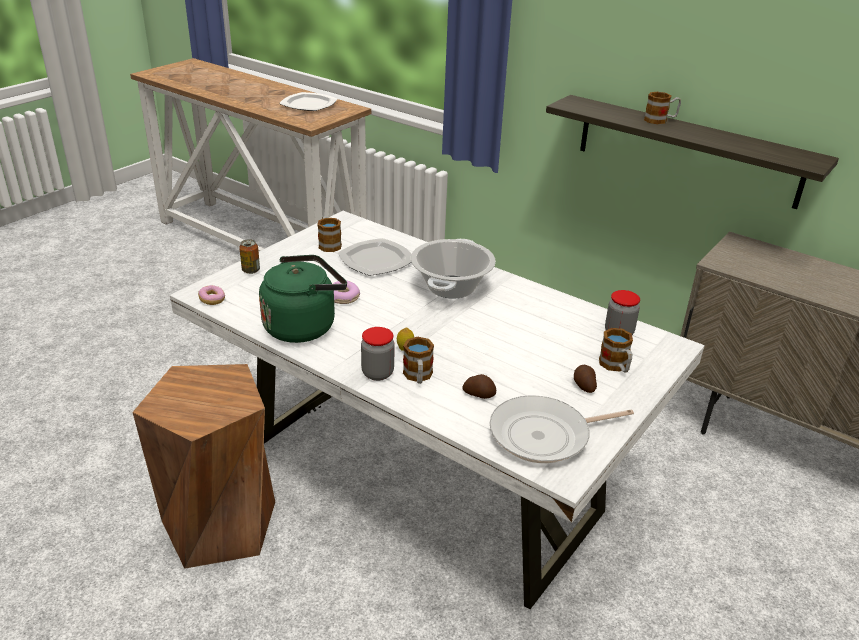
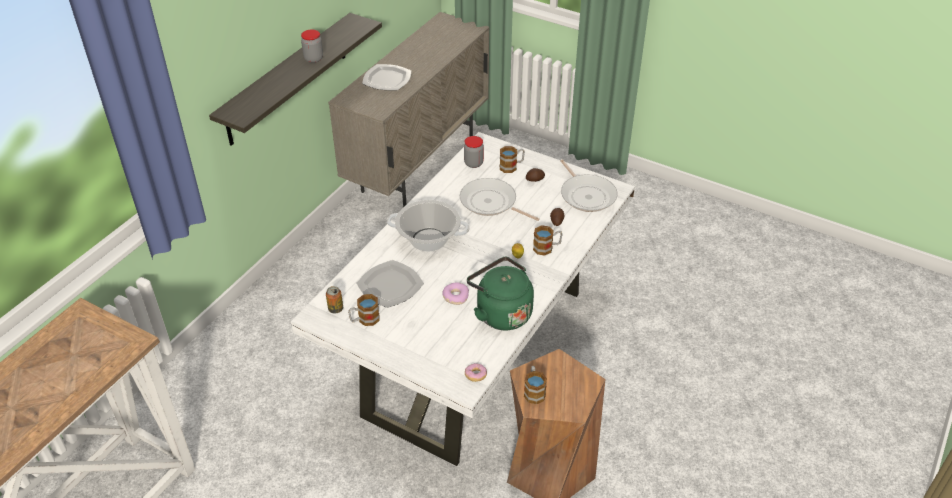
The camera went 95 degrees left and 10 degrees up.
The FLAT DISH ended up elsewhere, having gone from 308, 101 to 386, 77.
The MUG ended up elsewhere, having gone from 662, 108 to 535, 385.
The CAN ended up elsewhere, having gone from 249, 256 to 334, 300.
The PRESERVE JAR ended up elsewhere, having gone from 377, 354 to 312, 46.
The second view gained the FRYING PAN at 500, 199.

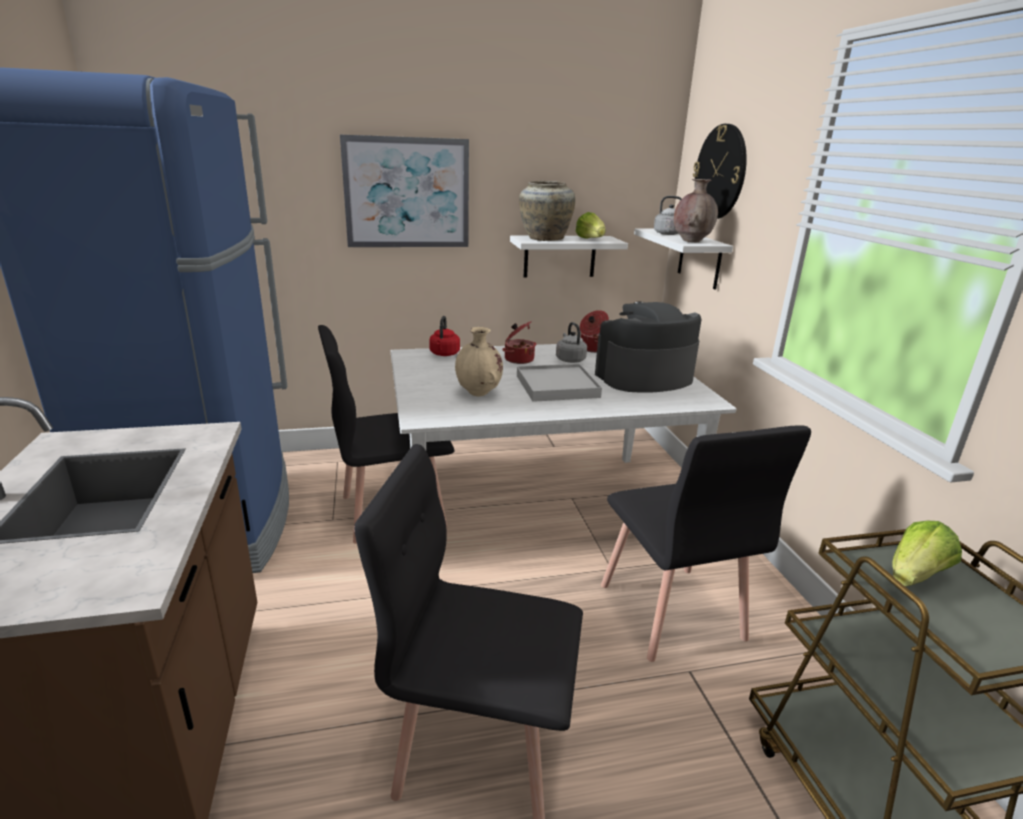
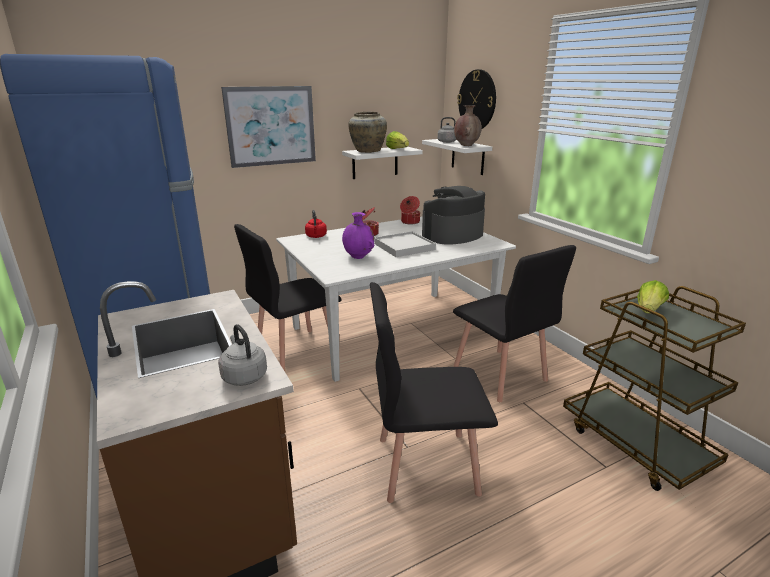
The camera went 15 degrees left and 0 degrees up.
The GRAY WATER KETTLE ended up elsewhere, having gone from 571, 342 to 242, 355.
What was the SAND-COLOURED FLOWER VASE at 479, 362 turned into the PURPLISH FLOWER VASE at 358, 235.

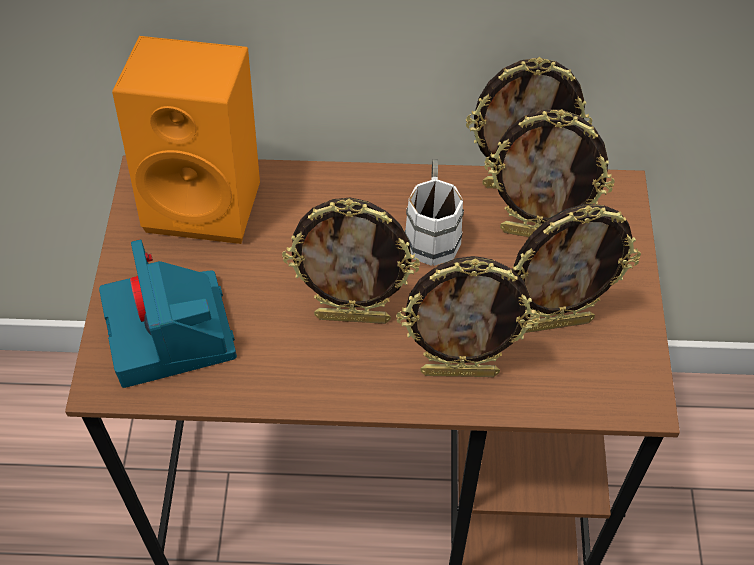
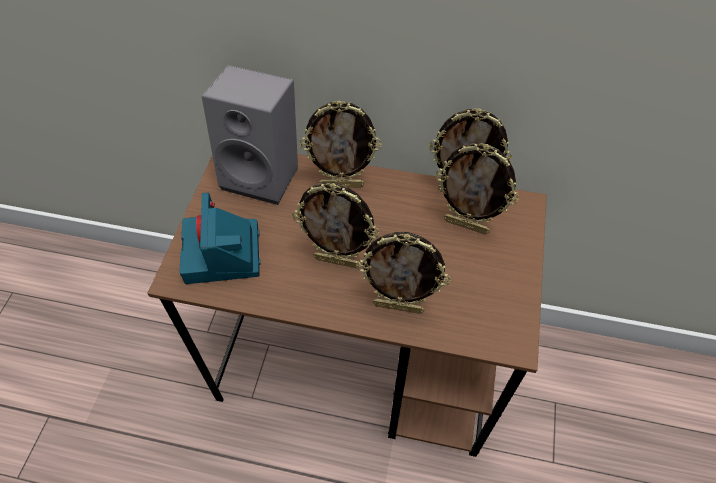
The camera went 10 degrees right and 0 degrees up.
What was the ORANGE-COLOURED AUDIO SPEAKER at 186, 140 turned into the GRAY AUDIO SPEAKER at 250, 135.
The second view lost the WHITE-COLOURED MUG at 434, 213.
The PICTURE FRAME ended up elsewhere, having gone from 576, 268 to 341, 143.

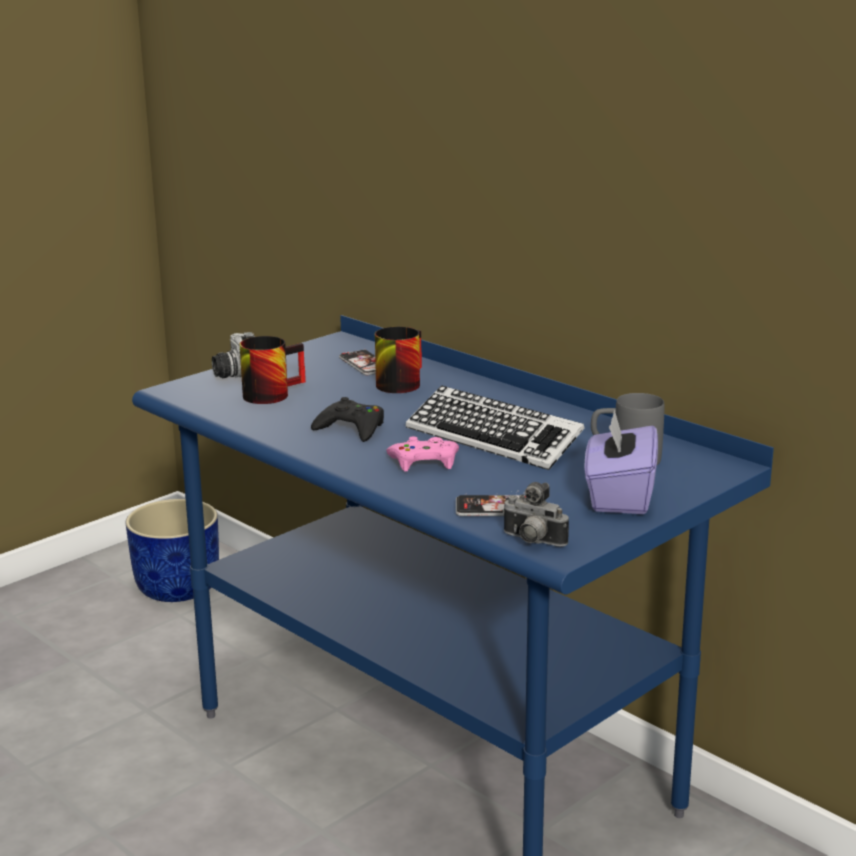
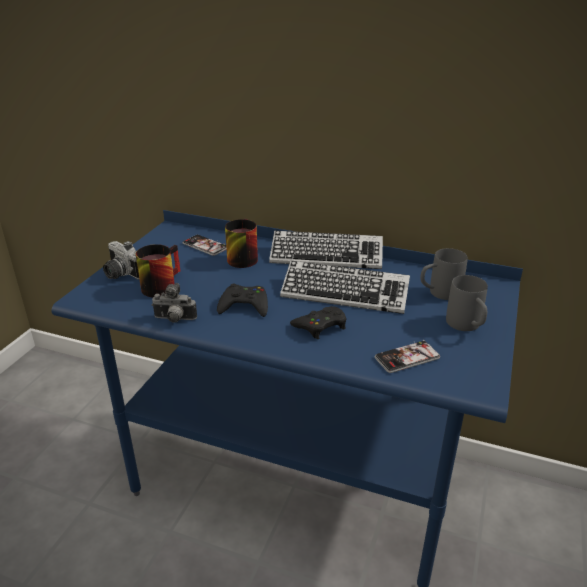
The camera went 25 degrees left and 10 degrees up.
Where the PURPLISH TISSUE BOX stood at 621, 462, the GRAY MUG came to stand at 467, 303.
What was the PINKISH JOYPAD at 422, 454 turned into the BLACK JOYPAD at 318, 322.
The PHOTO CAMERA ended up elsewhere, having gone from 535, 514 to 174, 303.
The second view lost the BLUISH PLANTER at 172, 550.
The second view gained the PC KEYBOARD at 326, 250.

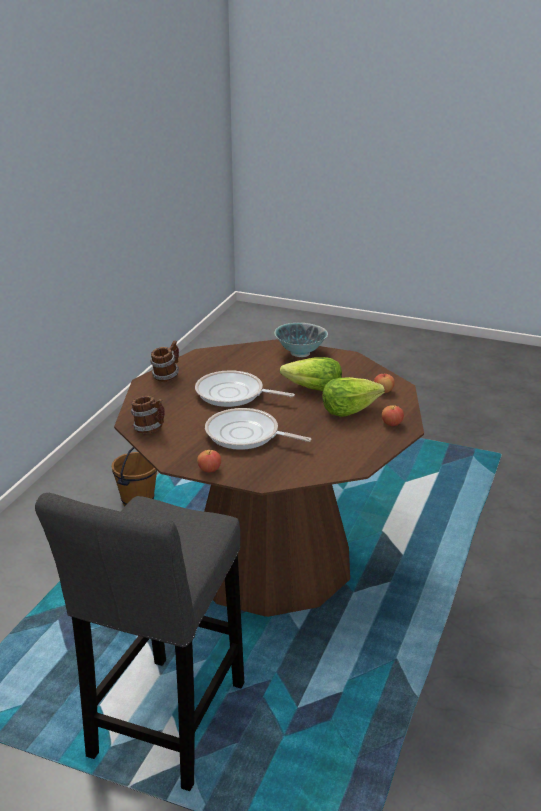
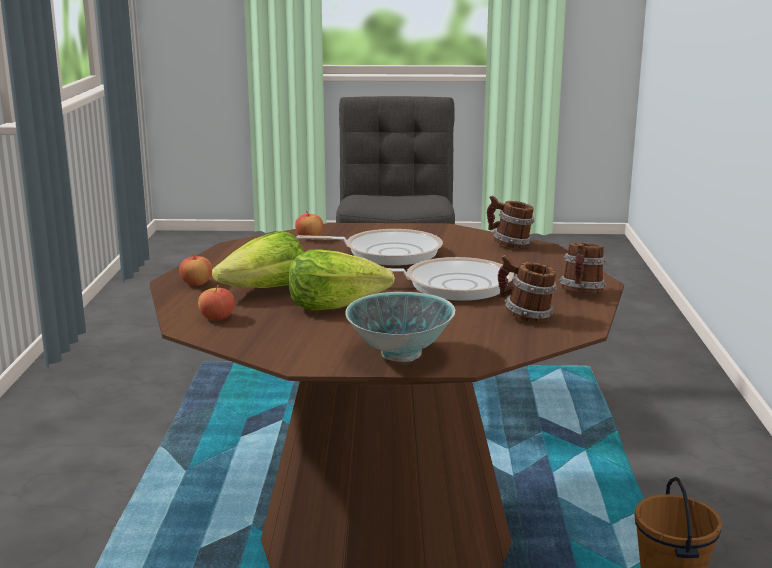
The camera went 160 degrees right and 10 degrees down.
The WHOLE APPLE ended up elsewhere, having gone from 209, 461 to 309, 223.
The second view gained the MUG at 527, 289.

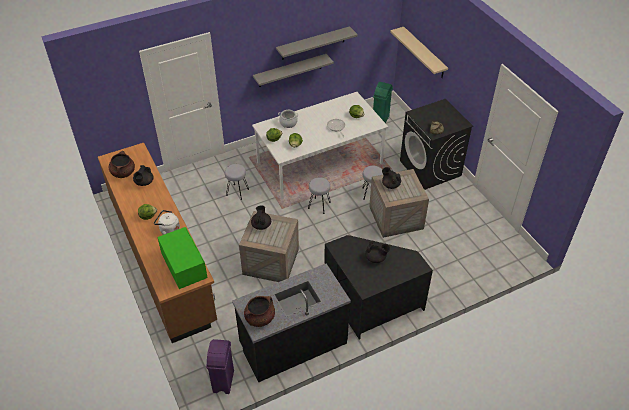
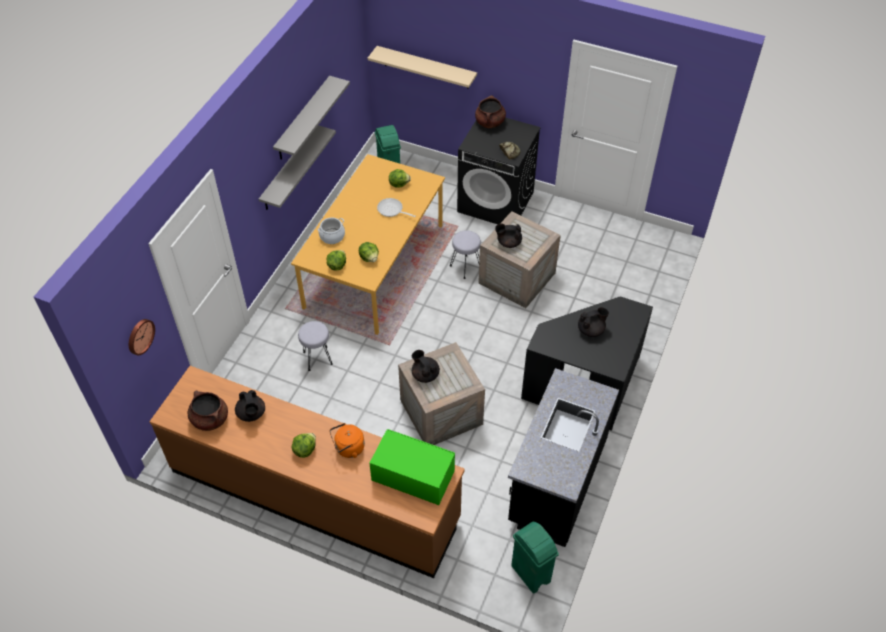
The camera went 40 degrees left and 5 degrees up.
What was the WHITE-COLOURED KITCHEN TABLE at 320, 146 turned into the ORANGE-COLOURED KITCHEN TABLE at 368, 244.
The second view lost the GRAY SITTING STOOL at 319, 195.
What was the WHITE-COLOURED WATER KETTLE at 167, 222 turned into the ORANGE-COLOURED WATER KETTLE at 347, 440.
The BROWN COOKING POT ended up elsewhere, having gone from 259, 311 to 490, 111.
What was the PURPLISH TRASH CAN at 220, 366 turned into the GREEN-COLOURED TRASH CAN at 535, 558.
The second view gained the HANGING CLOCK at 142, 337.

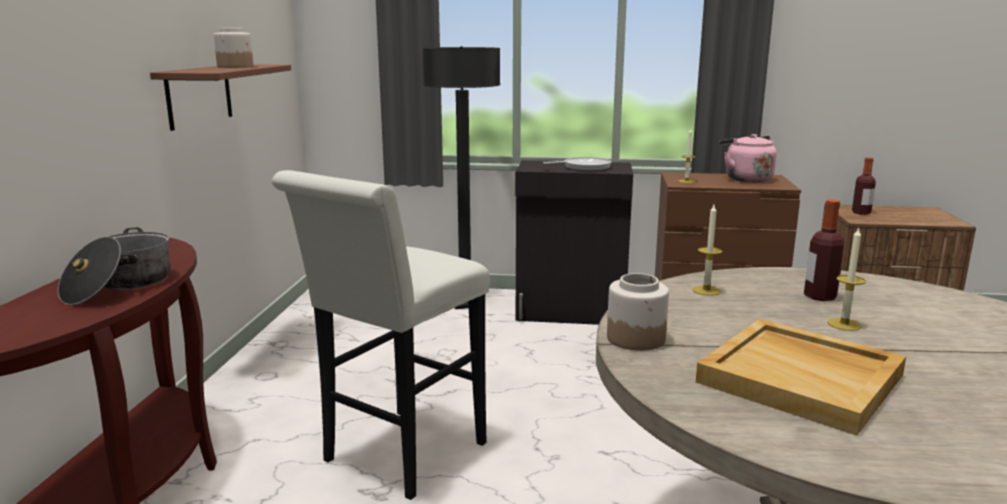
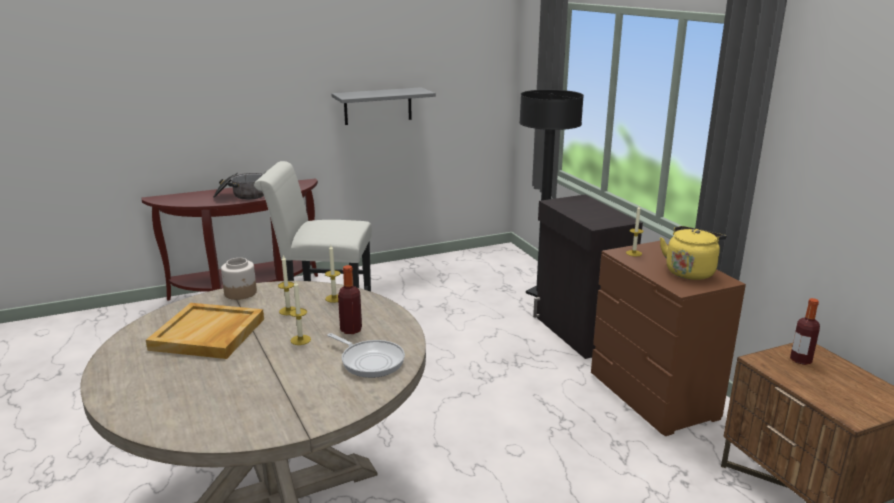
The camera went 60 degrees right and 5 degrees up.
The second view lost the PRESERVE JAR at 233, 48.
What was the BROWN BRACKET SHELF at 220, 97 turned into the GRAY BRACKET SHELF at 384, 106.
What was the PINKISH WATER KETTLE at 748, 158 turned into the YELLOW WATER KETTLE at 693, 253.
The FRYING PAN ended up elsewhere, having gone from 577, 164 to 366, 355.
The second view gained the WAX LIGHT at 287, 285.

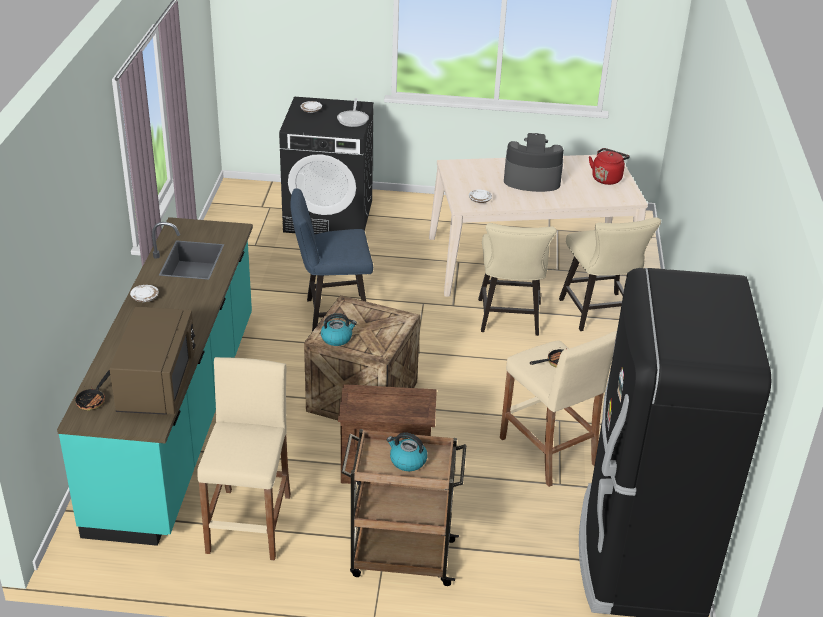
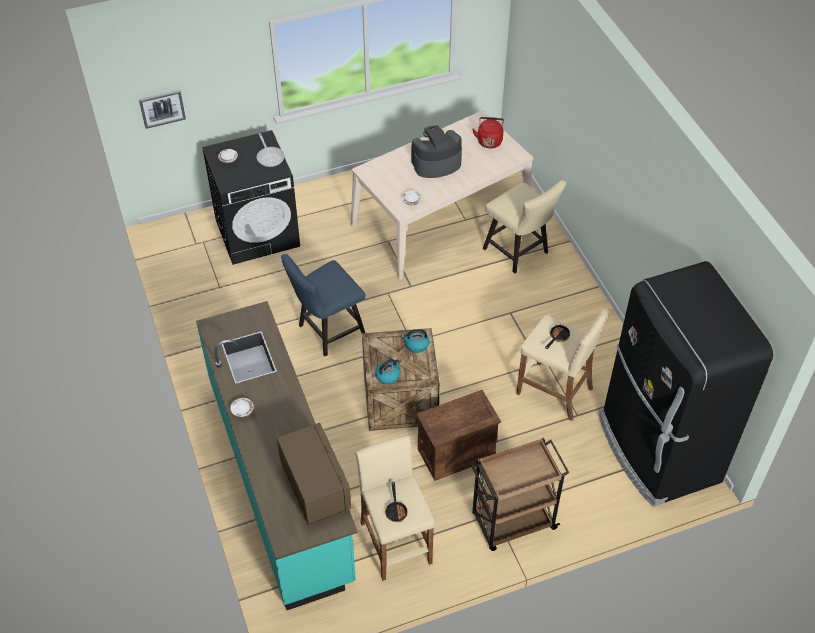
The camera went 25 degrees left and 15 degrees up.
The second view lost the SAND-COLOURED UPRIGHT CHAIR at 517, 279.
The FRYING PAN ended up elsewhere, having gone from 92, 390 to 396, 502.
The WATER KETTLE ended up elsewhere, having gone from 407, 452 to 415, 341.
The second view gained the WALL ART at 162, 109.

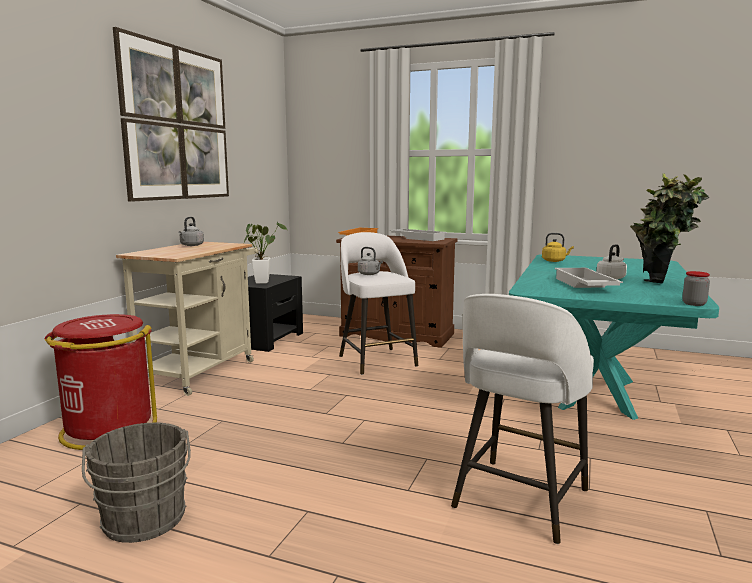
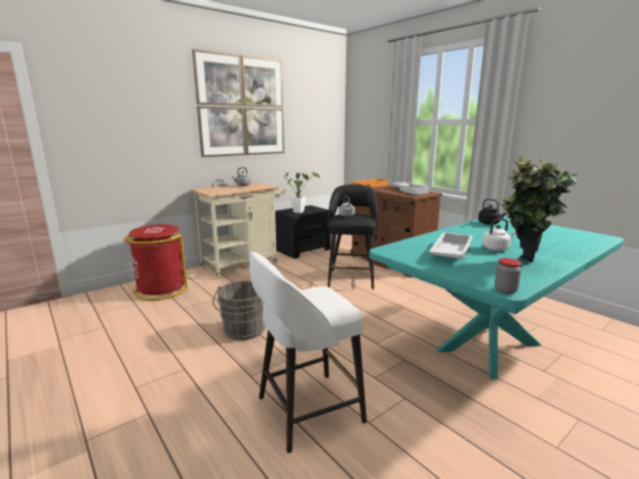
The camera went 30 degrees right and 5 degrees up.
What was the WHITE-COLOURED SITTING STOOL at 378, 303 turned into the BLACK SITTING STOOL at 352, 236.
What was the YELLOW WATER KETTLE at 558, 247 turned into the BLACK WATER KETTLE at 492, 212.
The GRAY BUCKET ended up elsewhere, having gone from 136, 483 to 238, 310.

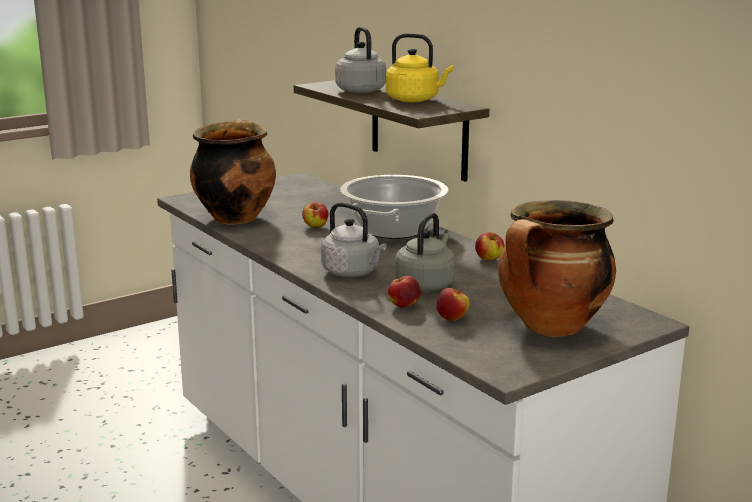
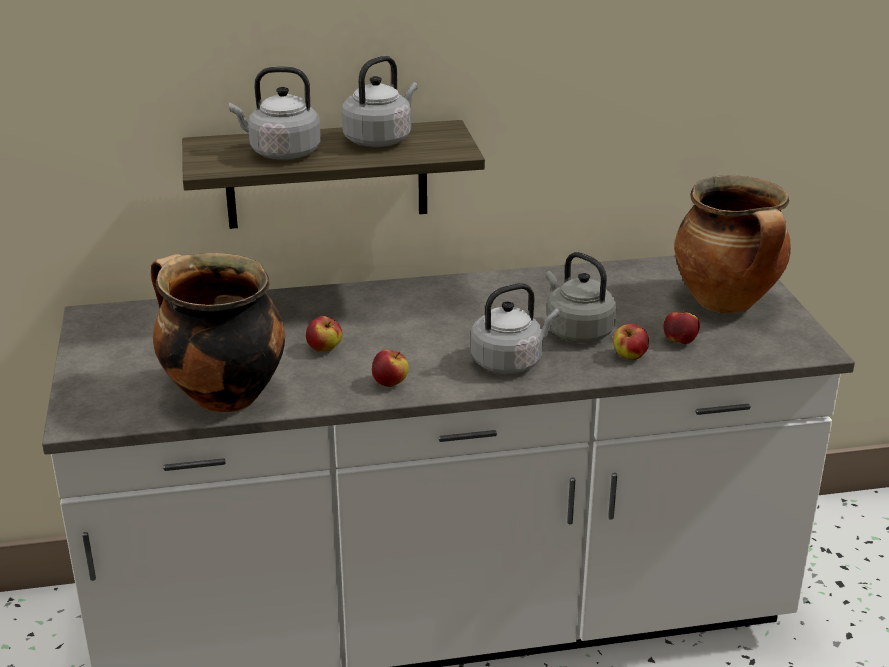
The camera went 65 degrees left and 10 degrees up.
What was the YELLOW WATER KETTLE at 419, 67 turned into the GRAY WATER KETTLE at 380, 101.
The second view lost the COOKING POT at 394, 207.
The WHOLE APPLE ended up elsewhere, having gone from 489, 246 to 390, 368.

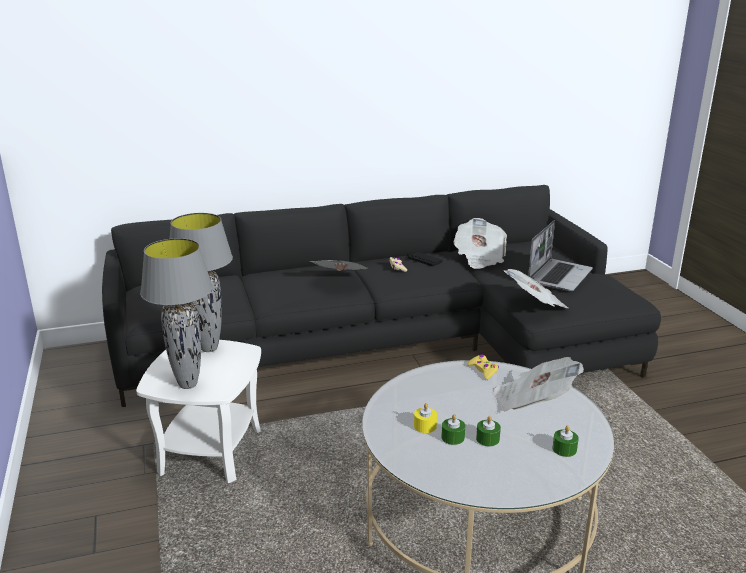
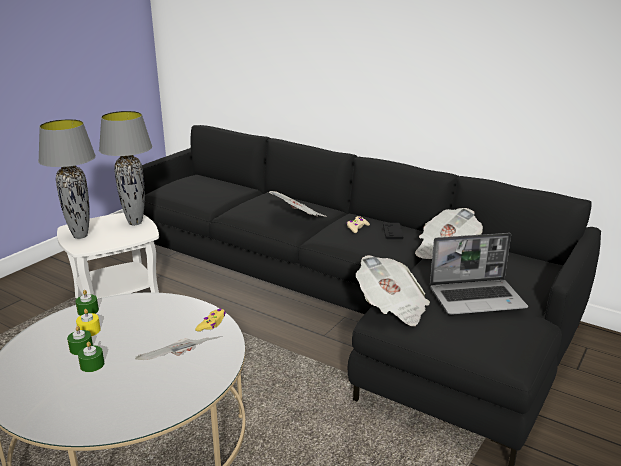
The camera went 50 degrees right and 0 degrees up.
The GREEN-COLOURED WAX LIGHT ended up elsewhere, having gone from 566, 441 to 87, 303.

